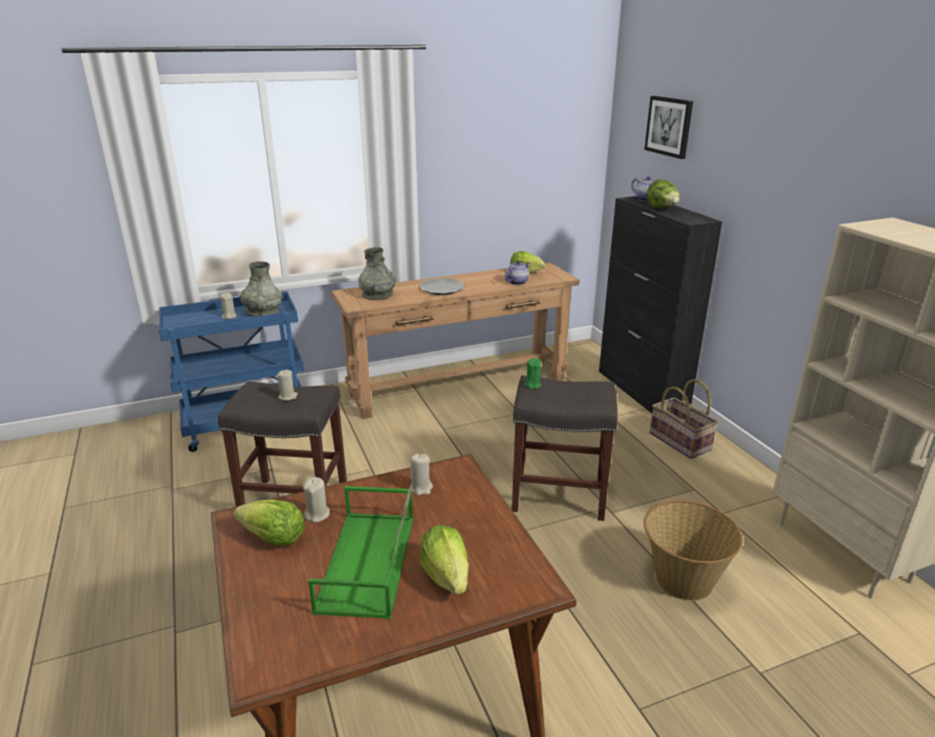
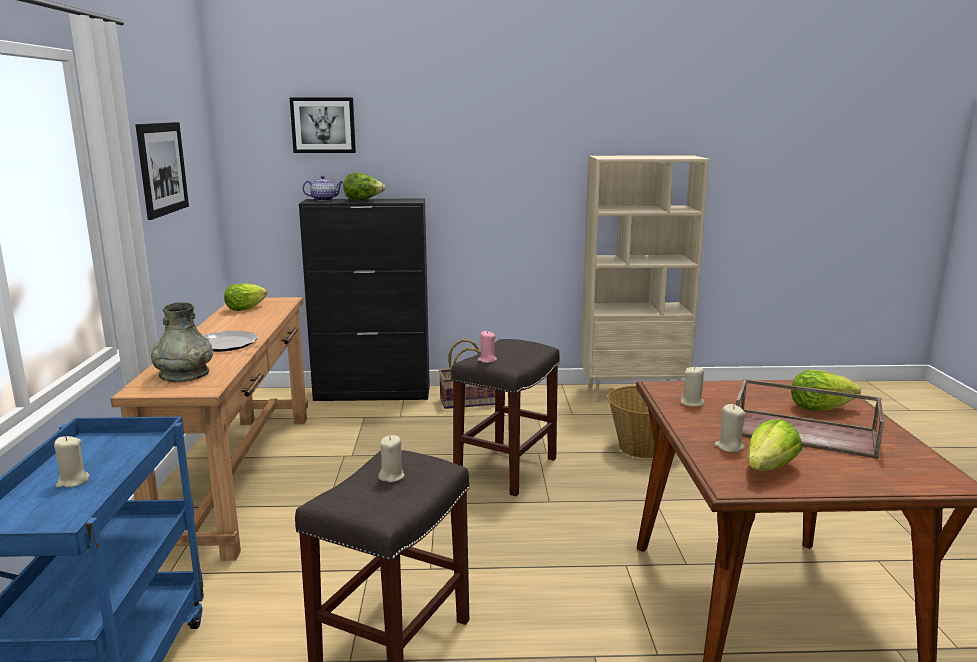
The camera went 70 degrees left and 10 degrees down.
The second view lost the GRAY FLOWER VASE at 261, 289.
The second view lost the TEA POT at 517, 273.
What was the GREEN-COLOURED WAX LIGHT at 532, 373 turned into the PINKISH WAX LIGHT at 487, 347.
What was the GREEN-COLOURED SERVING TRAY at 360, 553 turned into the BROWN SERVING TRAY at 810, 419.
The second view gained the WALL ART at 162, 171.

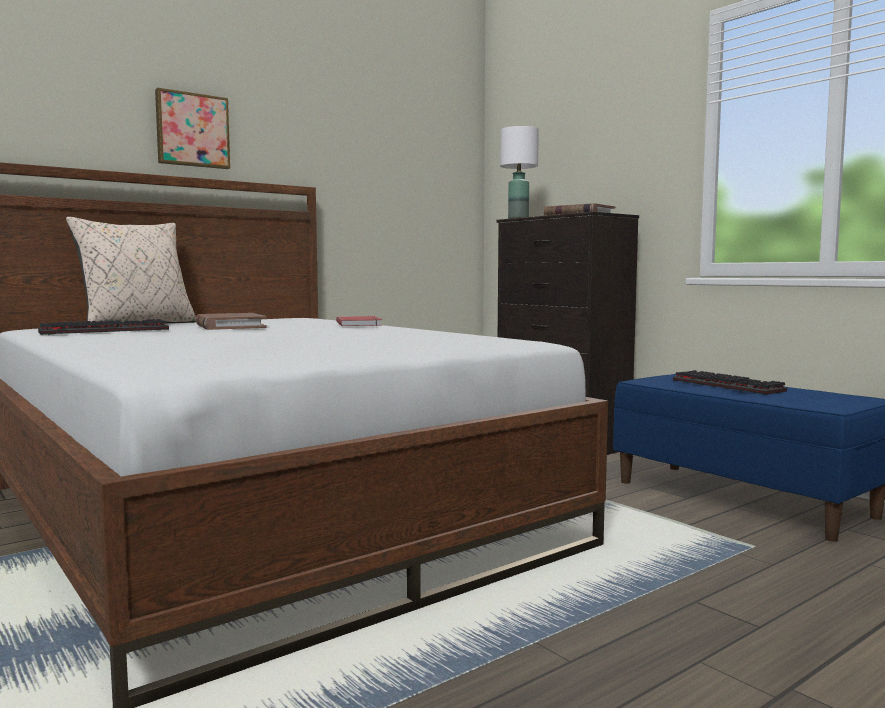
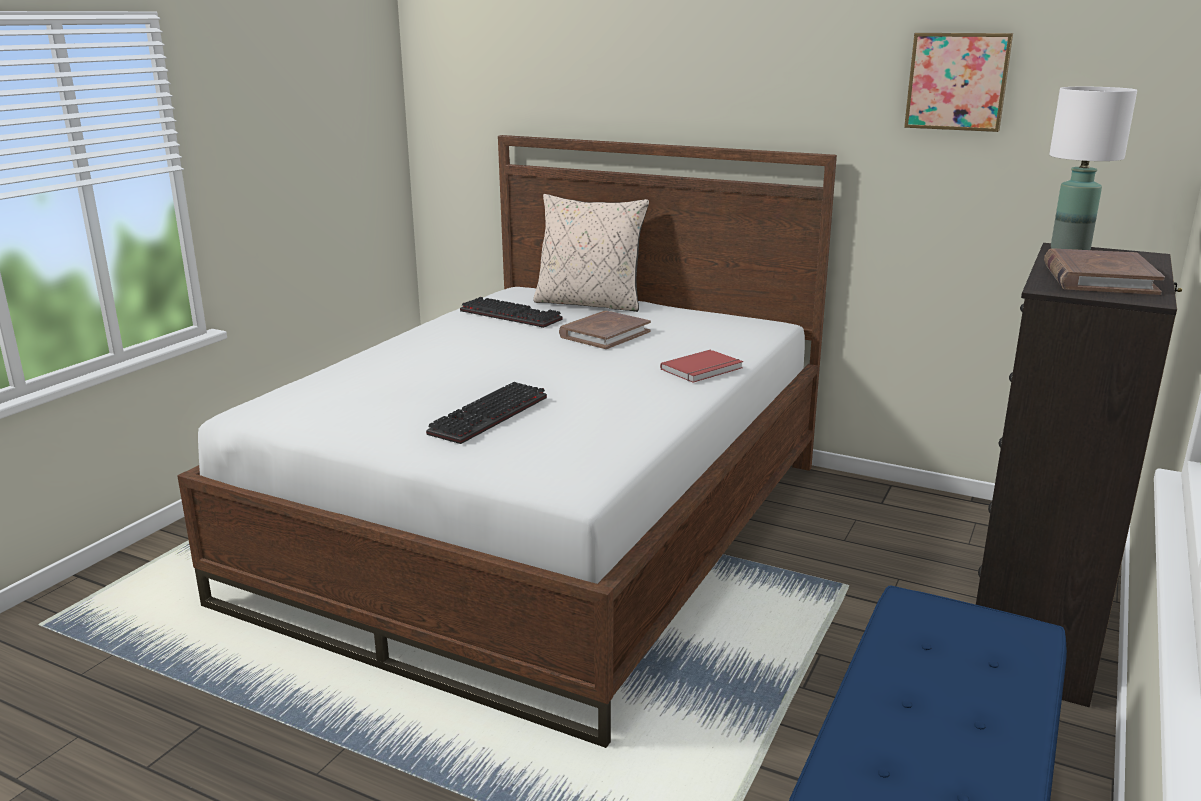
The camera went 65 degrees right and 15 degrees up.
The WALL ART ended up elsewhere, having gone from 192, 128 to 958, 82.
The PC KEYBOARD ended up elsewhere, having gone from 730, 382 to 486, 413.

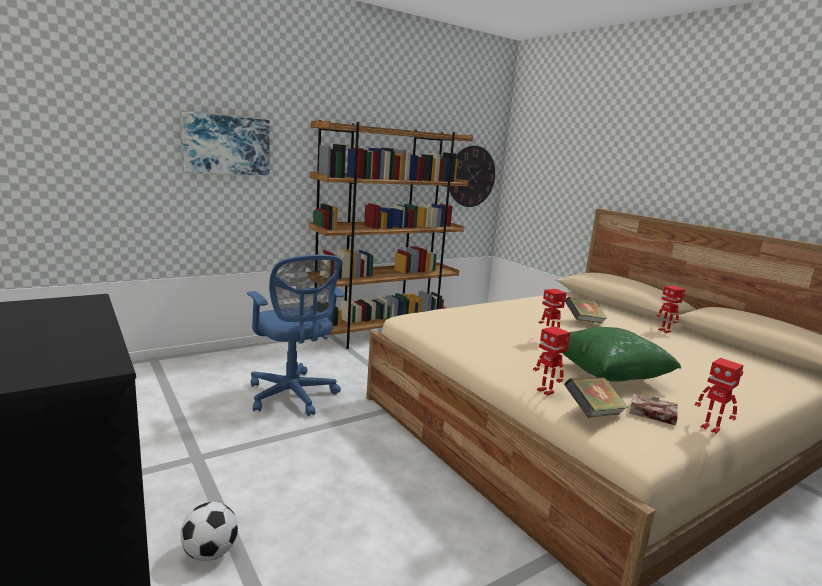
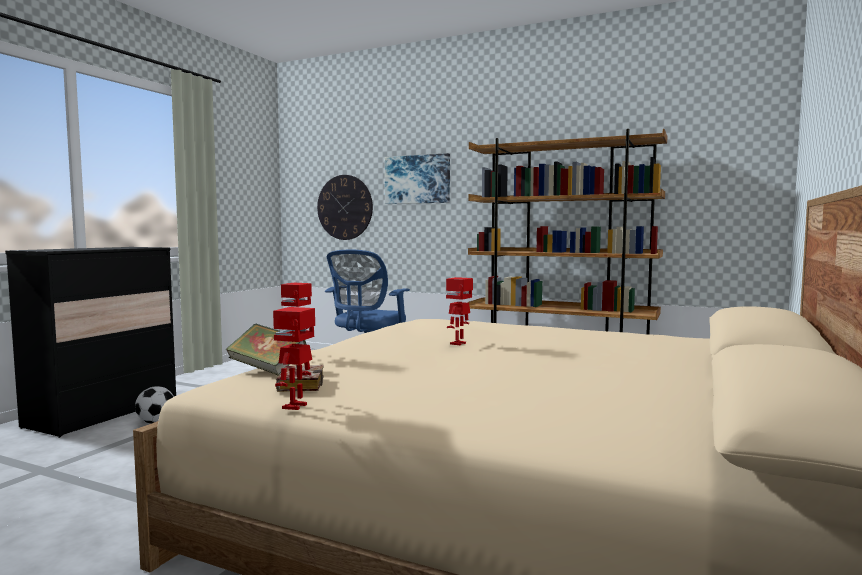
The camera went 60 degrees right and 10 degrees down.
The HANGING CLOCK ended up elsewhere, having gone from 472, 176 to 345, 207.
The second view lost the TOY ROBOT at 670, 309.
The second view lost the VOLUME at 586, 310.
The second view lost the GREEN-COLOURED PILLOW at 621, 354.

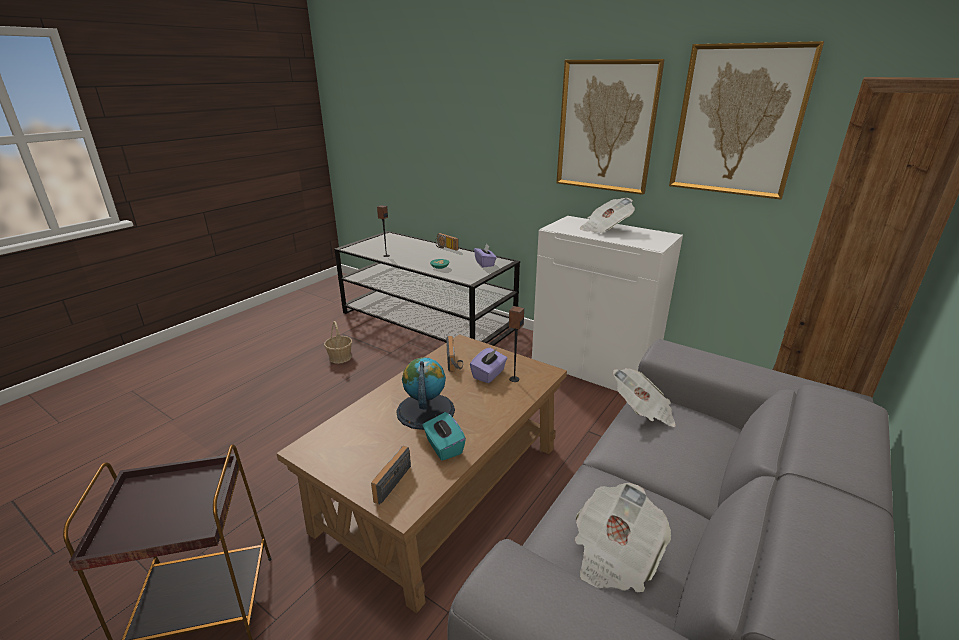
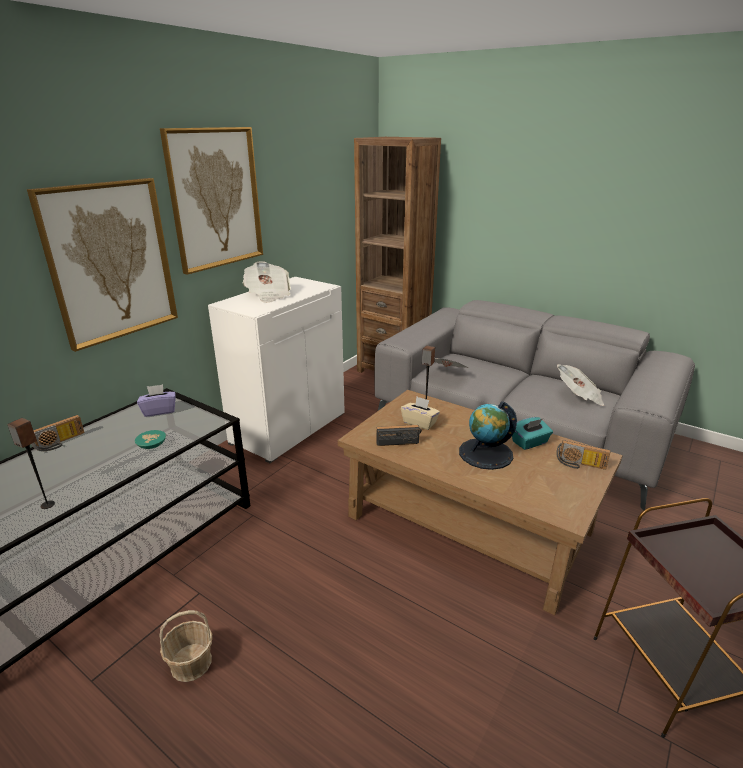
The camera went 90 degrees left and 0 degrees up.
The WALL ART ended up elsewhere, having gone from 746, 120 to 102, 265.
What was the PURPLISH TISSUE BOX at 488, 365 turned into the SAND-COLOURED TISSUE BOX at 420, 413.

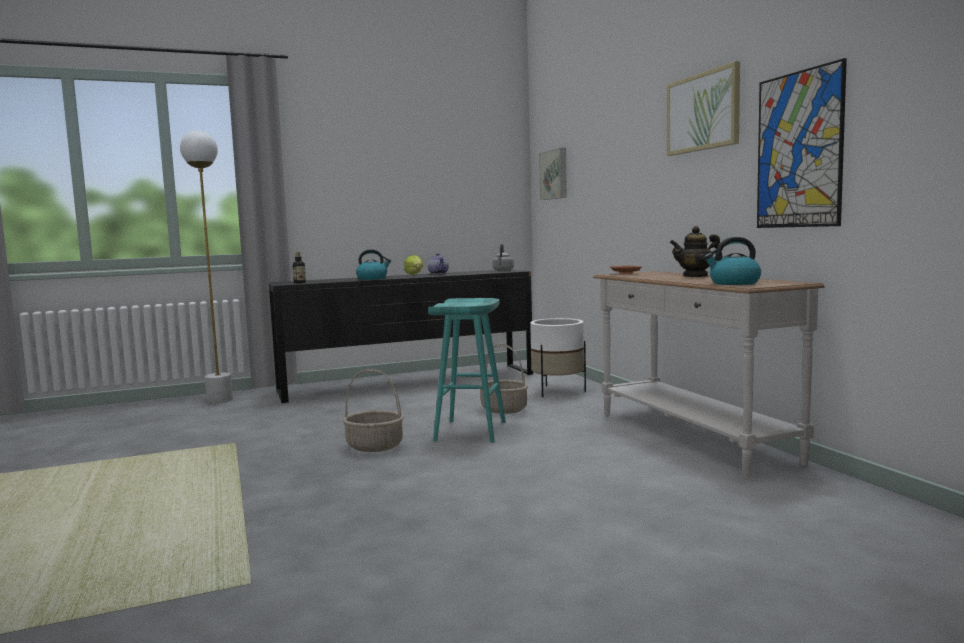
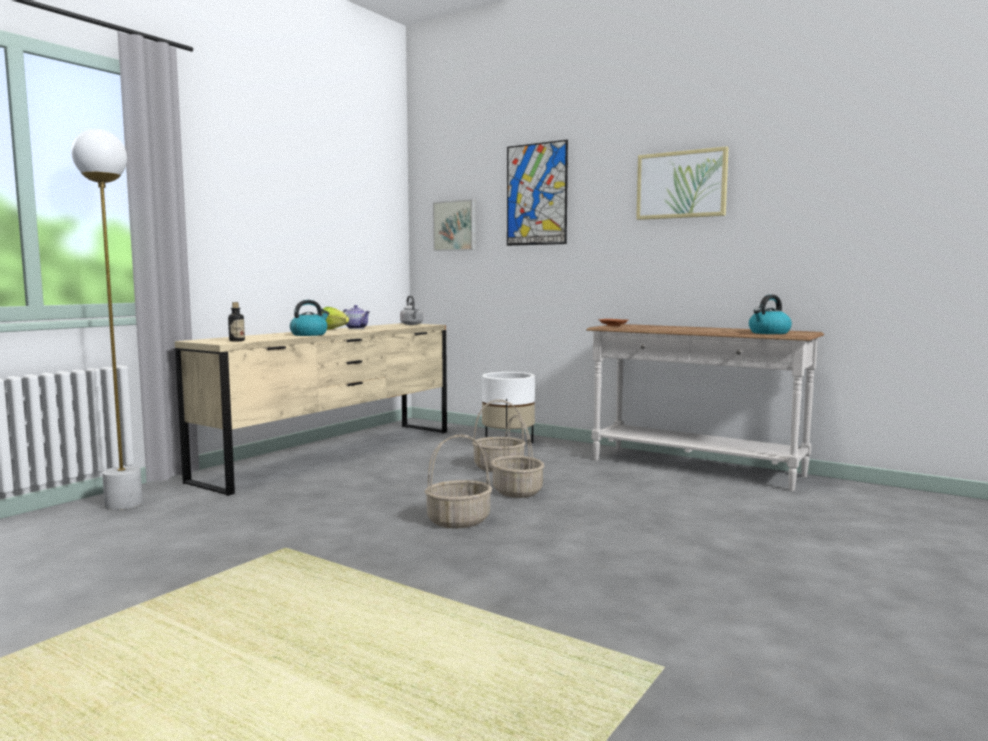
The camera went 35 degrees left and 0 degrees up.
The WALL ART ended up elsewhere, having gone from 802, 143 to 537, 193.
The second view lost the TEA POT at 696, 251.
What was the BLACK DRAWER CHEST at 401, 336 turned into the SAND-COLOURED DRAWER CHEST at 311, 409.
Where the TURQUOISE SITTING STOOL stood at 467, 370, the HOUSEHOLD BASKET came to stand at 517, 456.

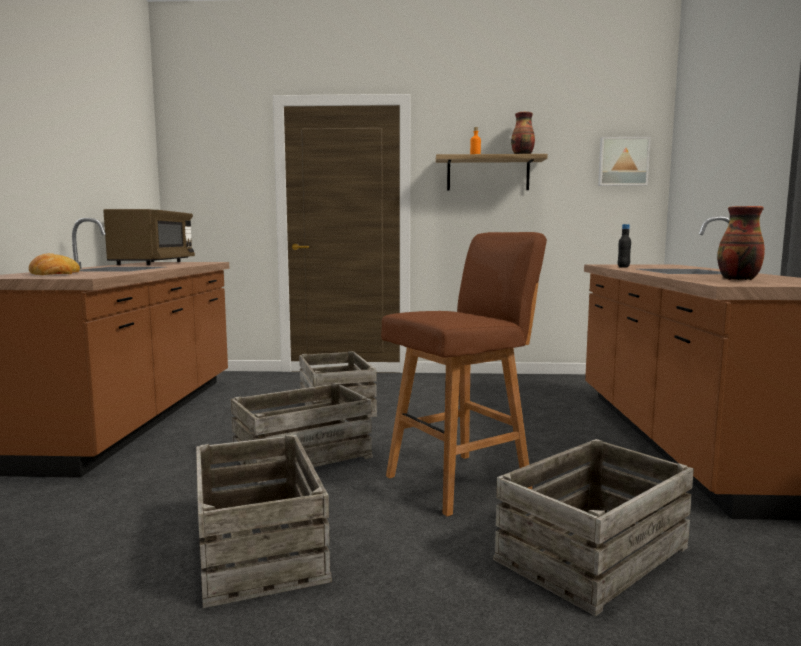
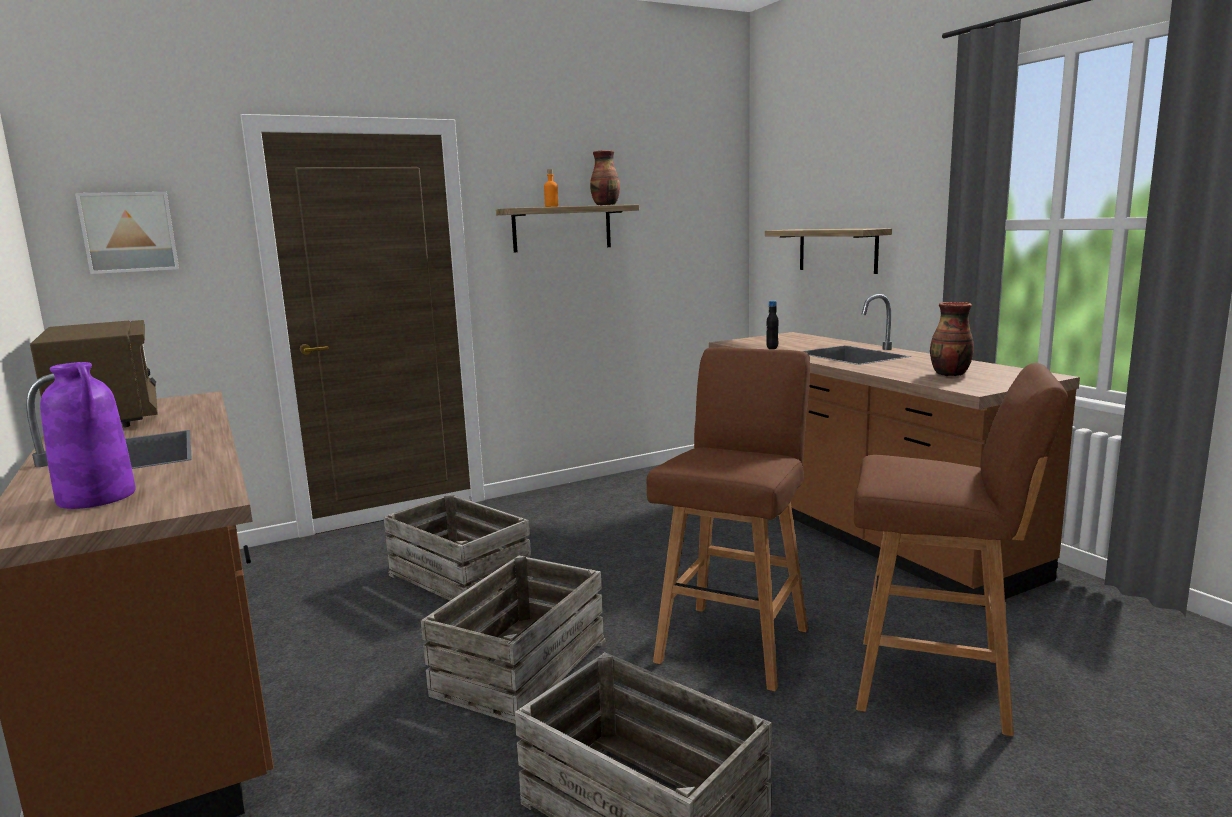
The camera went 30 degrees left and 5 degrees up.
The WALL ART ended up elsewhere, having gone from 624, 161 to 127, 233.
Where the BAKED BREAD stood at 54, 264, the PURPLISH FLOWER VASE came to stand at 88, 435.
Where the PACKING CRATE stood at 593, 527, the BROWN SITTING STOOL came to stand at 960, 549.
The second view gained the BRACKET SHELF at 828, 251.

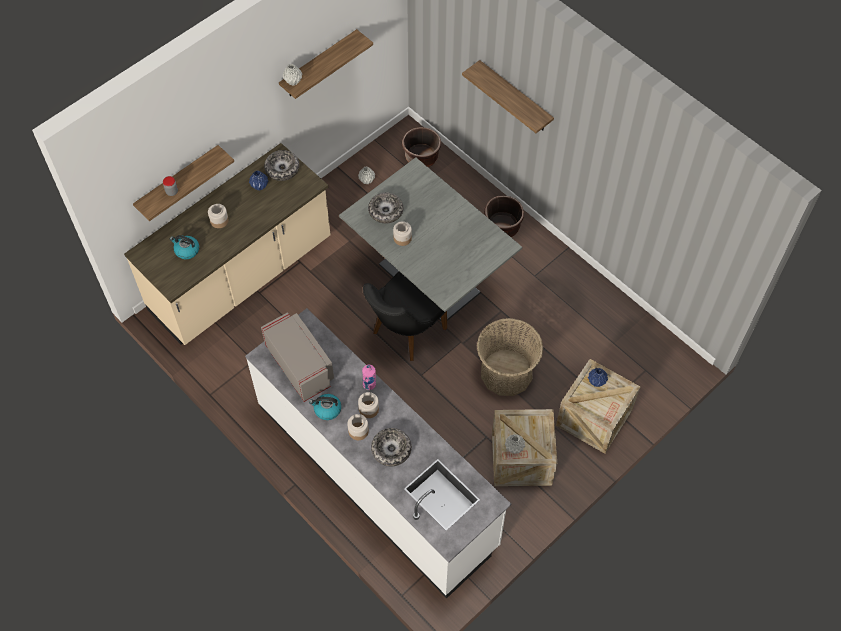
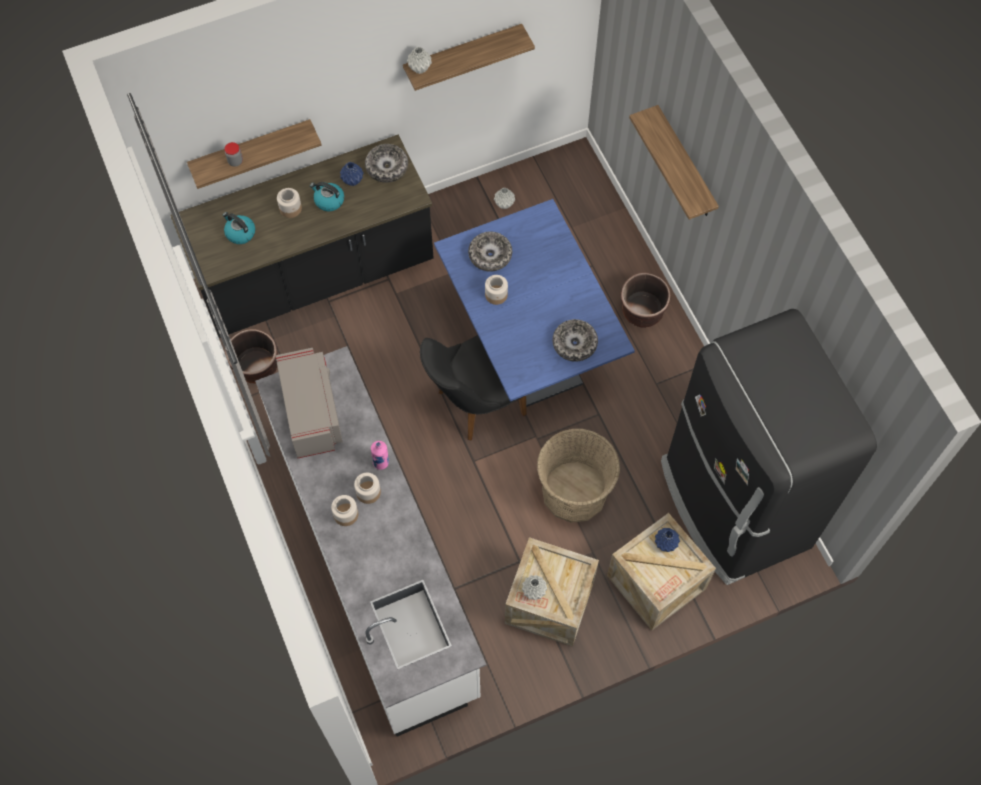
The camera went 20 degrees right and 5 degrees up.
The BROWN PLANTER ended up elsewhere, having gone from 421, 147 to 251, 356.
What was the SAND-COLOURED KITCHEN BASE UNIT at 227, 244 turned into the BLACK KITCHEN BASE UNIT at 302, 236.
What was the GRAY KITCHEN TABLE at 430, 239 turned into the BLUISH KITCHEN TABLE at 534, 303.
The WATER KETTLE ended up elsewhere, having gone from 325, 407 to 327, 196.
The SERVING BOWL ended up elsewhere, having gone from 391, 447 to 575, 340.
The second view gained the BLACK FRIDGE at 769, 447.

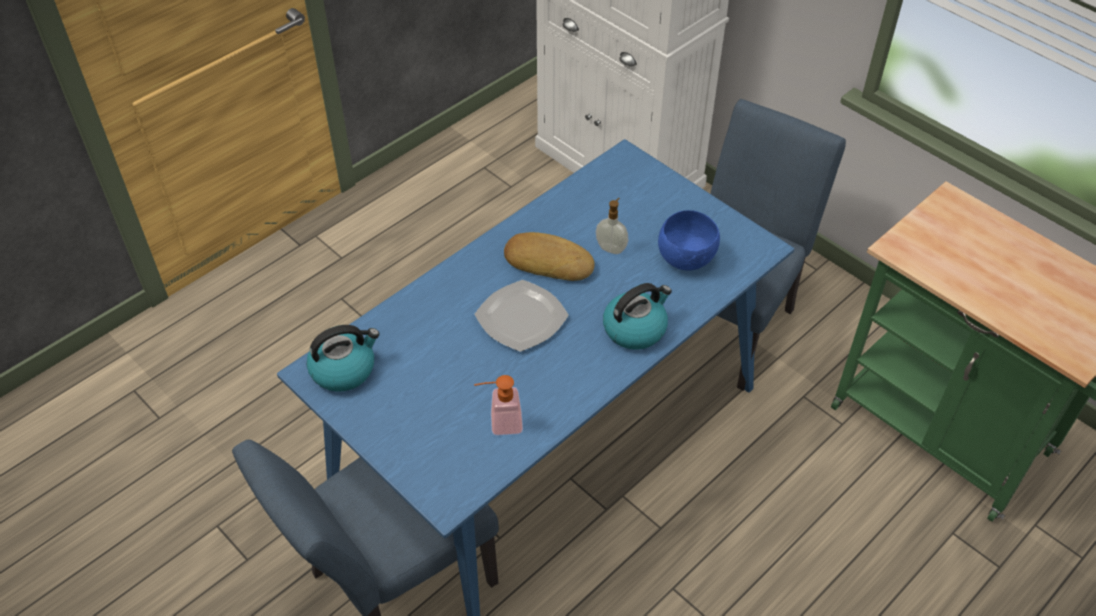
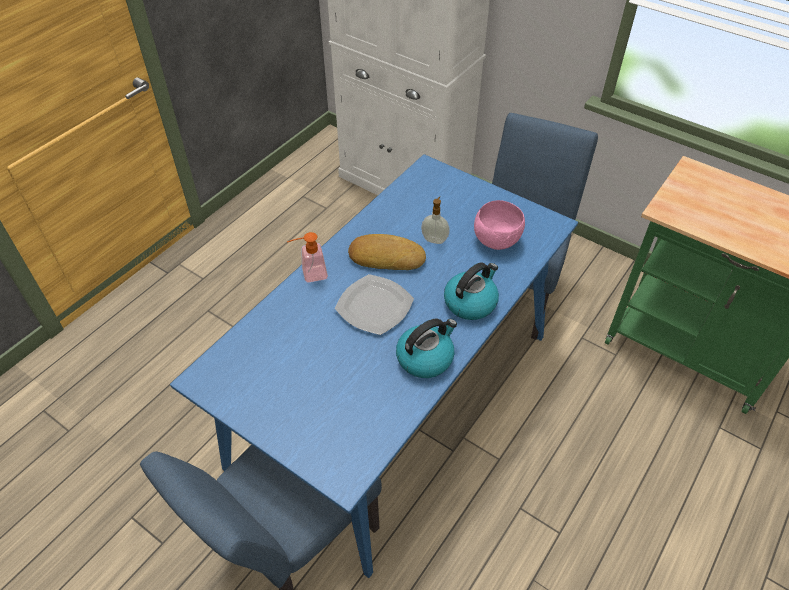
The camera went 10 degrees left and 0 degrees up.
What was the BLUISH SERVING BOWL at 689, 240 turned into the PINKISH SERVING BOWL at 499, 225.
The WATER KETTLE ended up elsewhere, having gone from 343, 358 to 426, 348.
The SOAP BOTTLE ended up elsewhere, having gone from 498, 405 to 307, 257.

